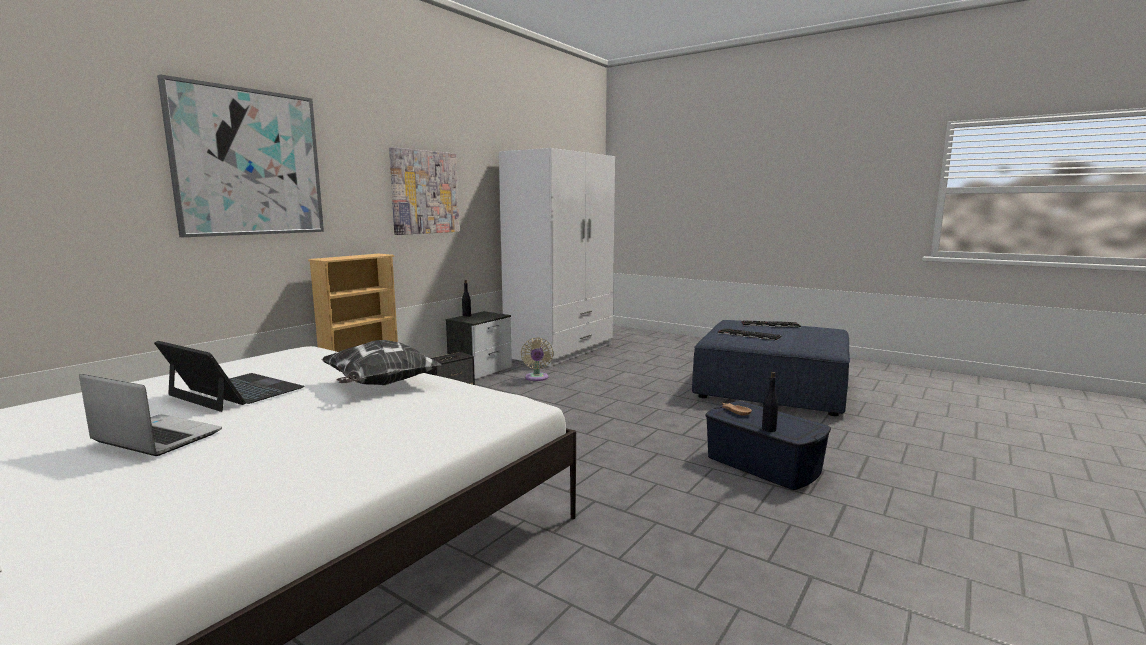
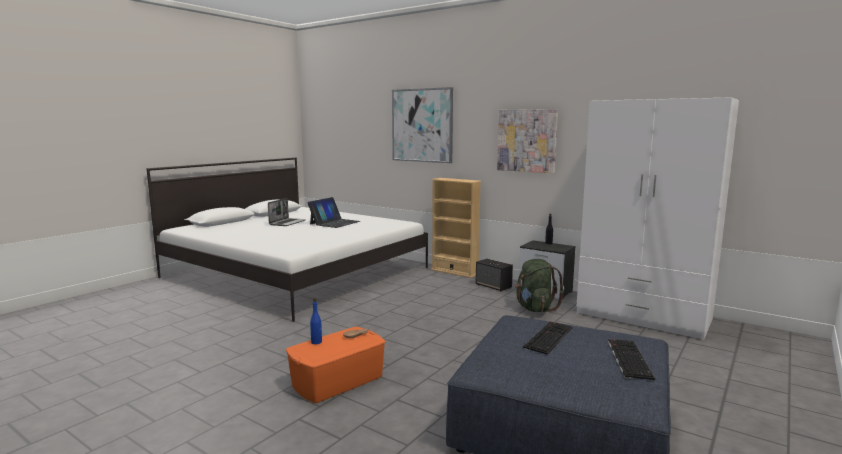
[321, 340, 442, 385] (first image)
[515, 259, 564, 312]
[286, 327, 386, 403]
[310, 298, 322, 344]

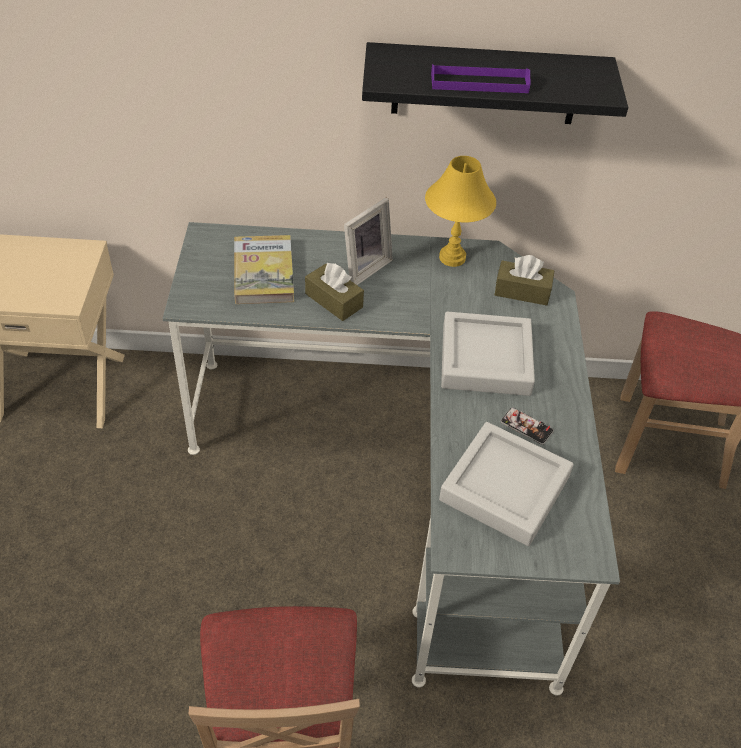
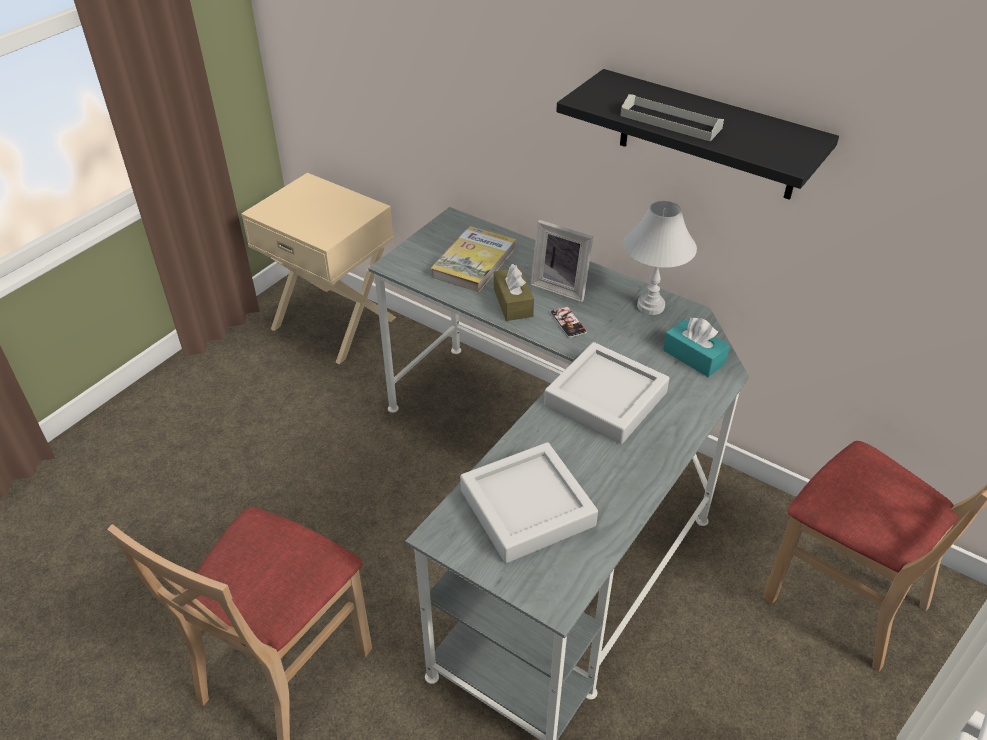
[550, 306, 587, 338]
[623, 201, 697, 315]
[621, 94, 724, 141]
[663, 318, 730, 377]
[531, 220, 593, 302]

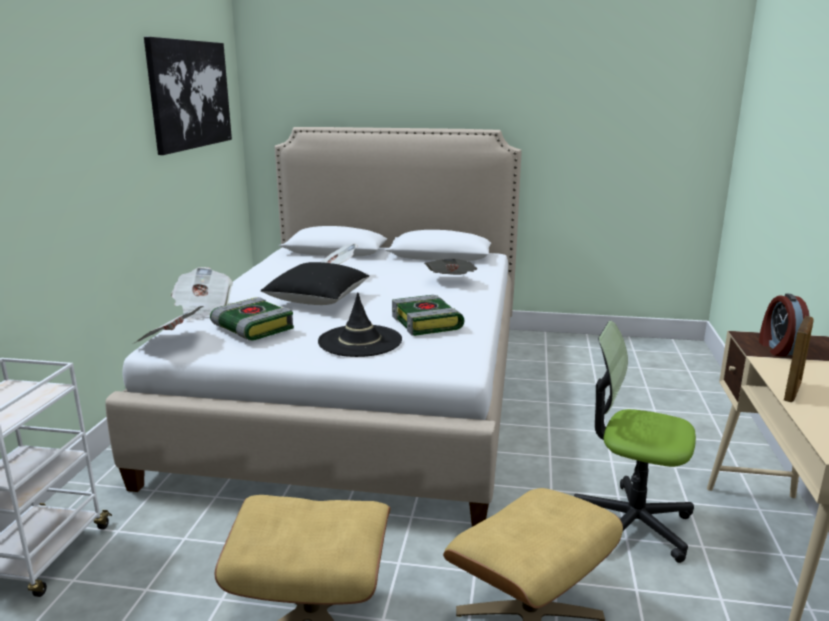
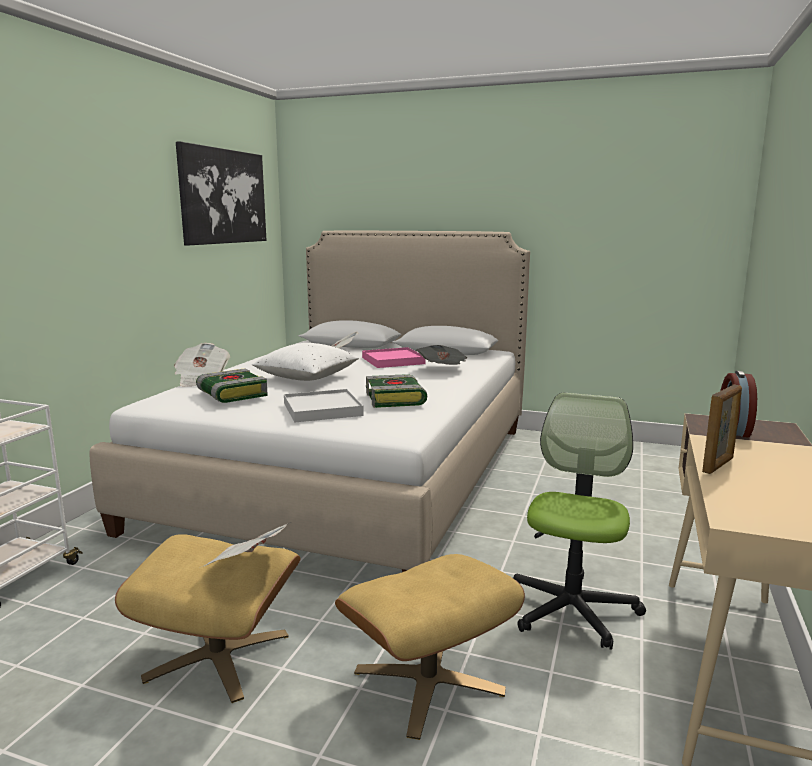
[362, 347, 426, 368]
[199, 522, 291, 568]
[284, 389, 364, 422]
[252, 343, 359, 381]
[513, 393, 646, 650]

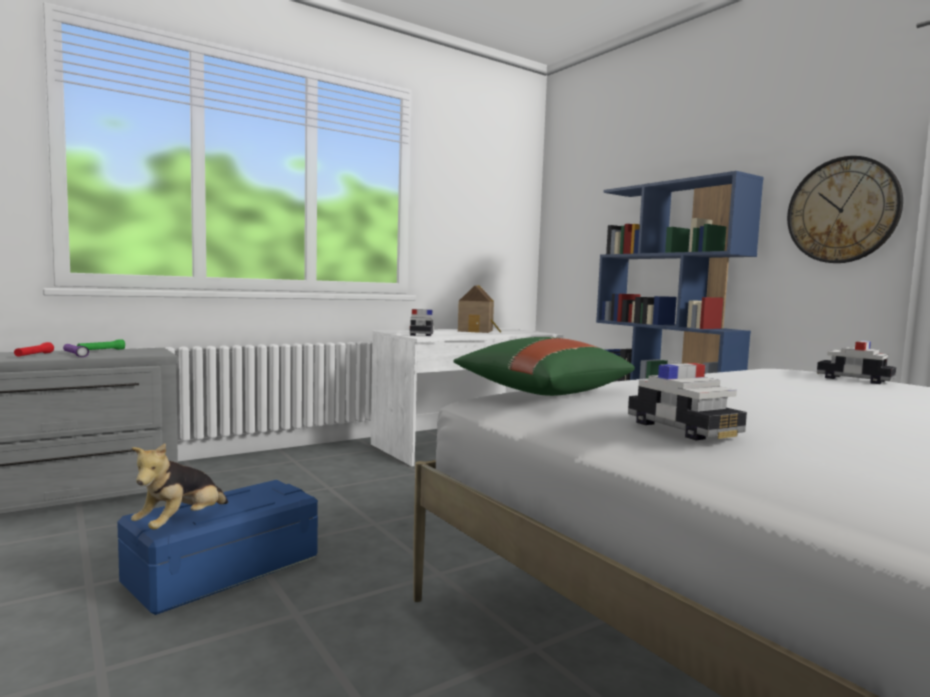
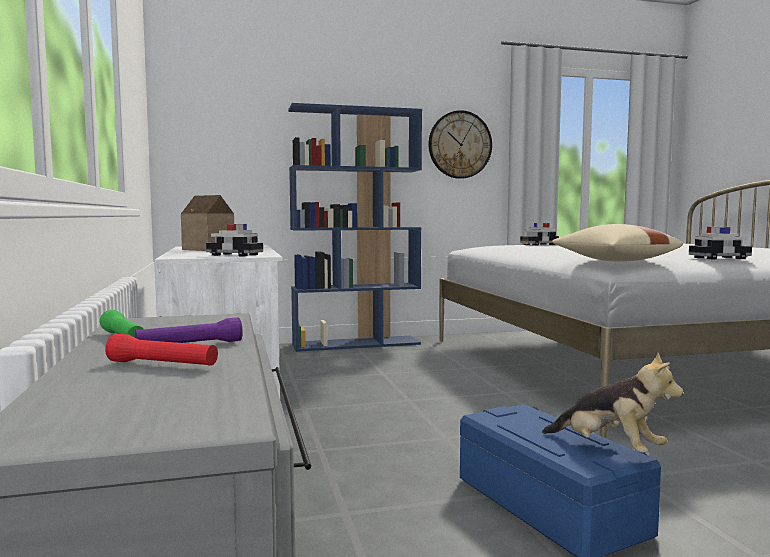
[552, 224, 683, 262]

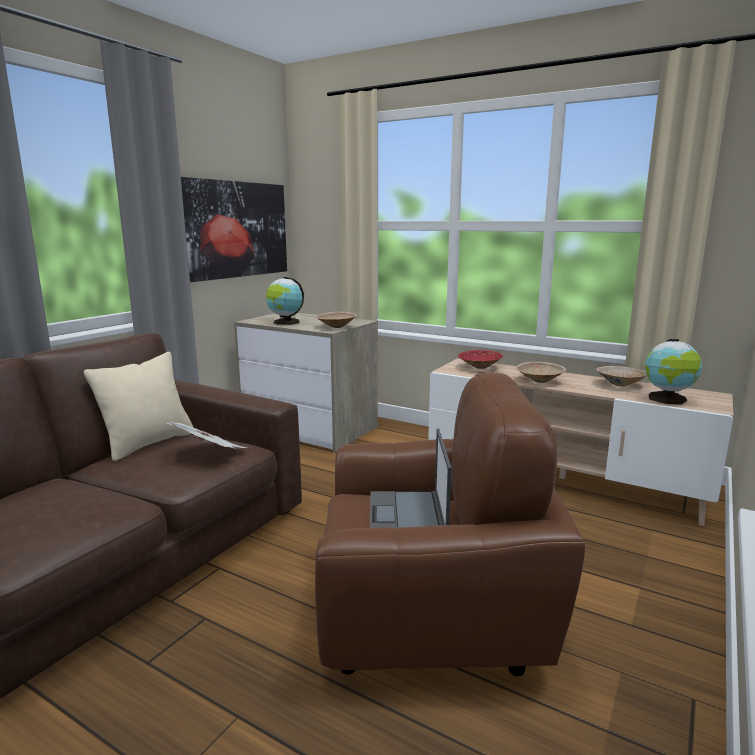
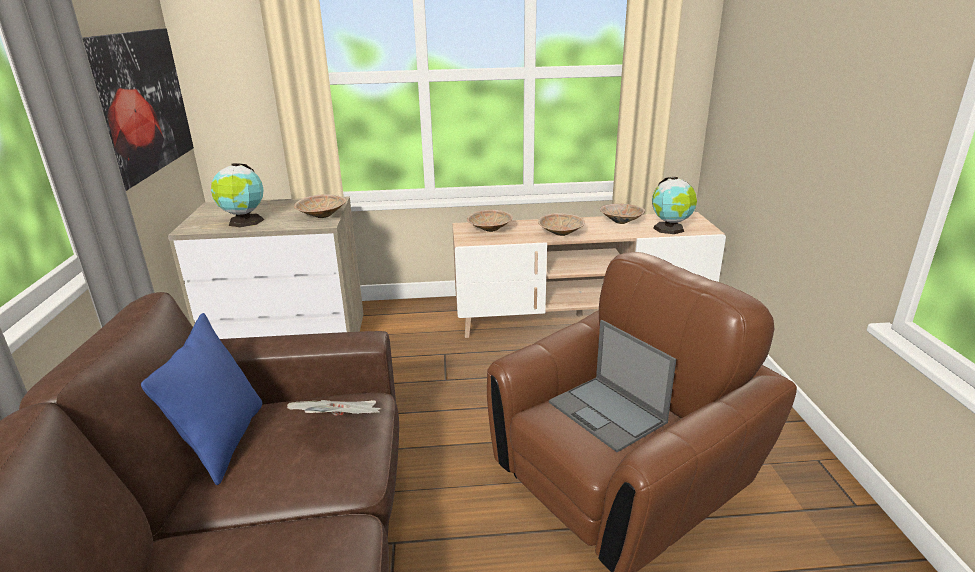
[141, 313, 262, 485]
[467, 210, 513, 232]

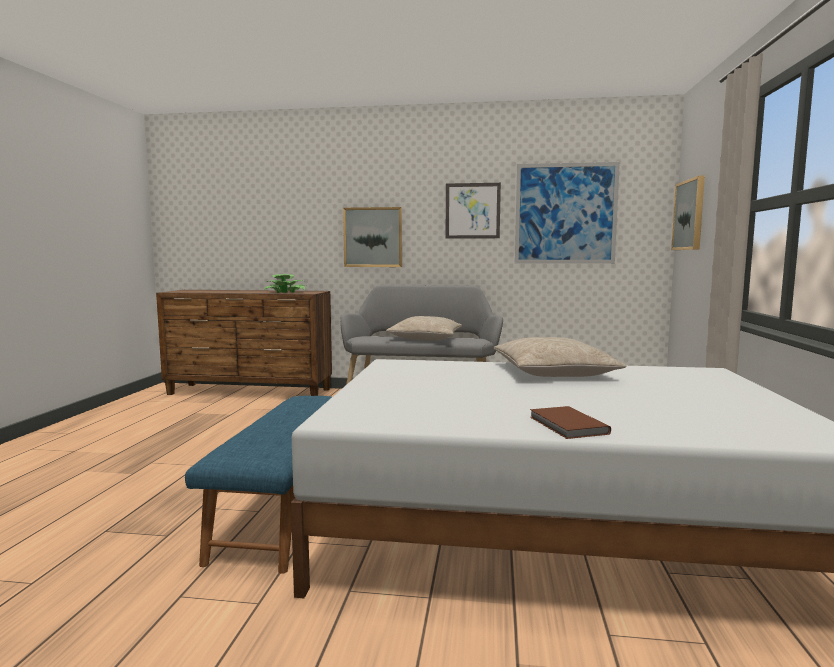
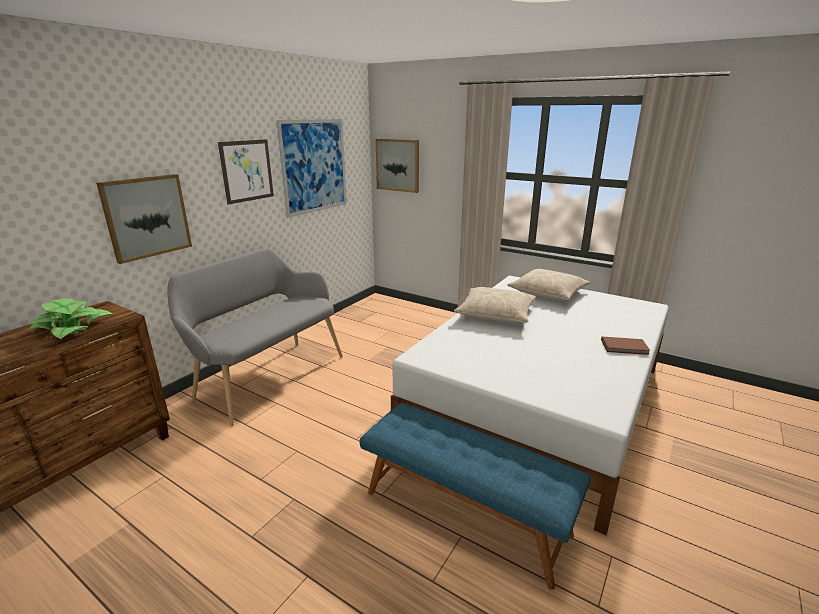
[507, 269, 591, 301]

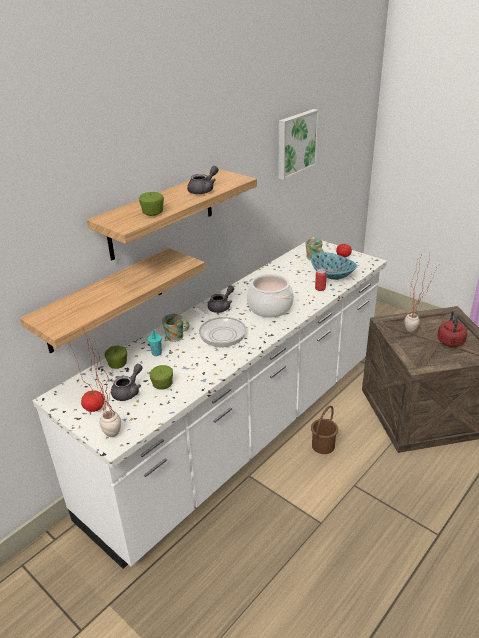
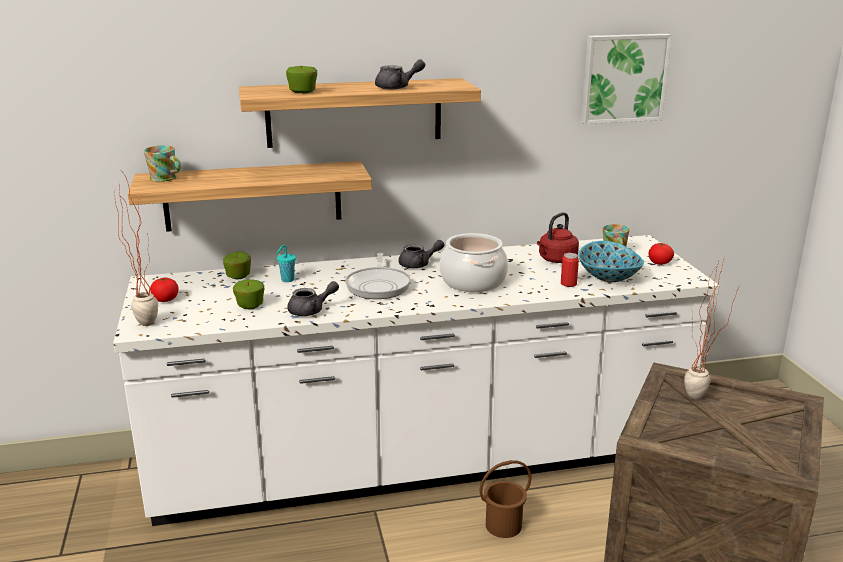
[287, 281, 339, 316]
[144, 145, 181, 182]
[537, 212, 579, 263]

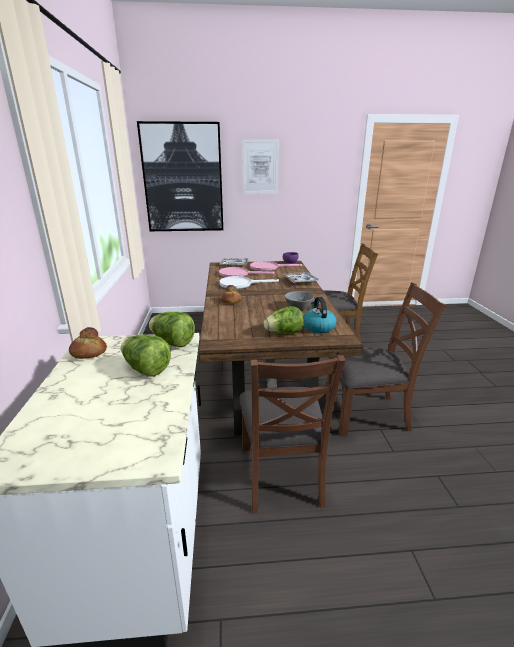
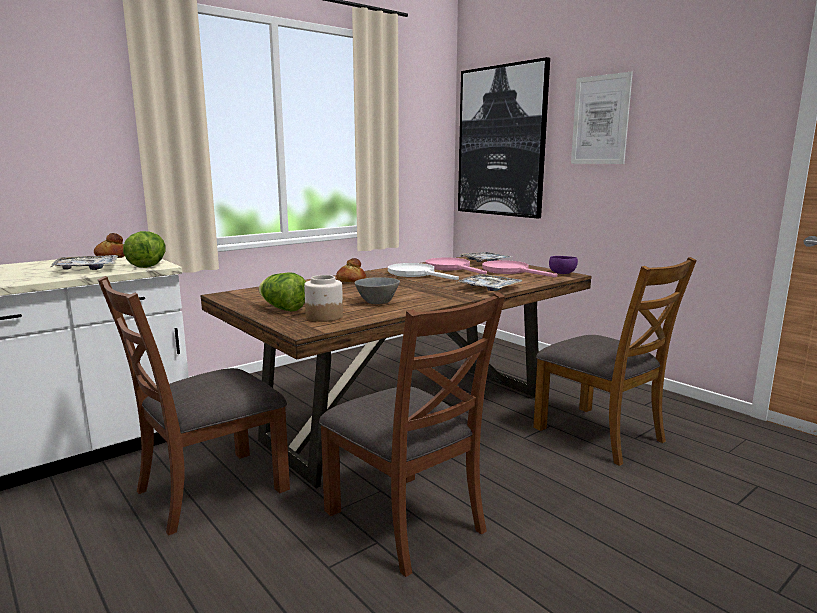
[51, 255, 118, 270]
[304, 275, 343, 322]

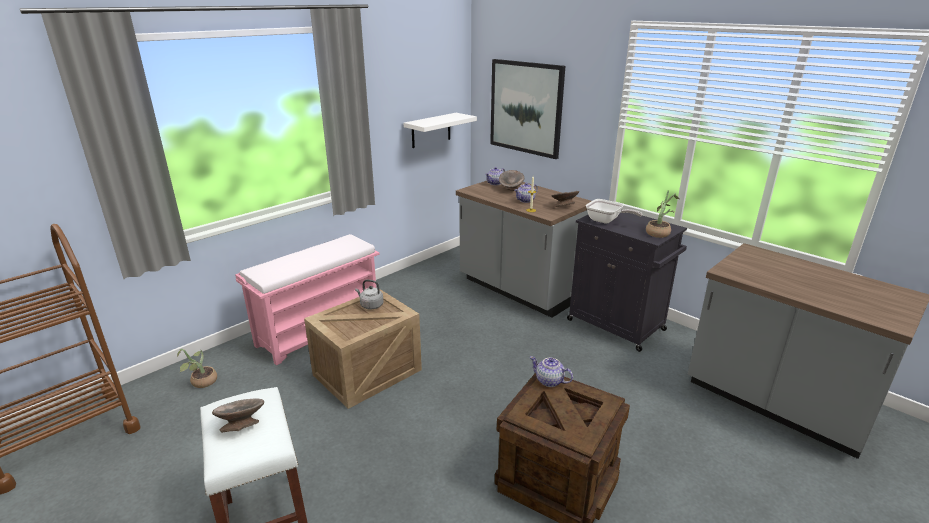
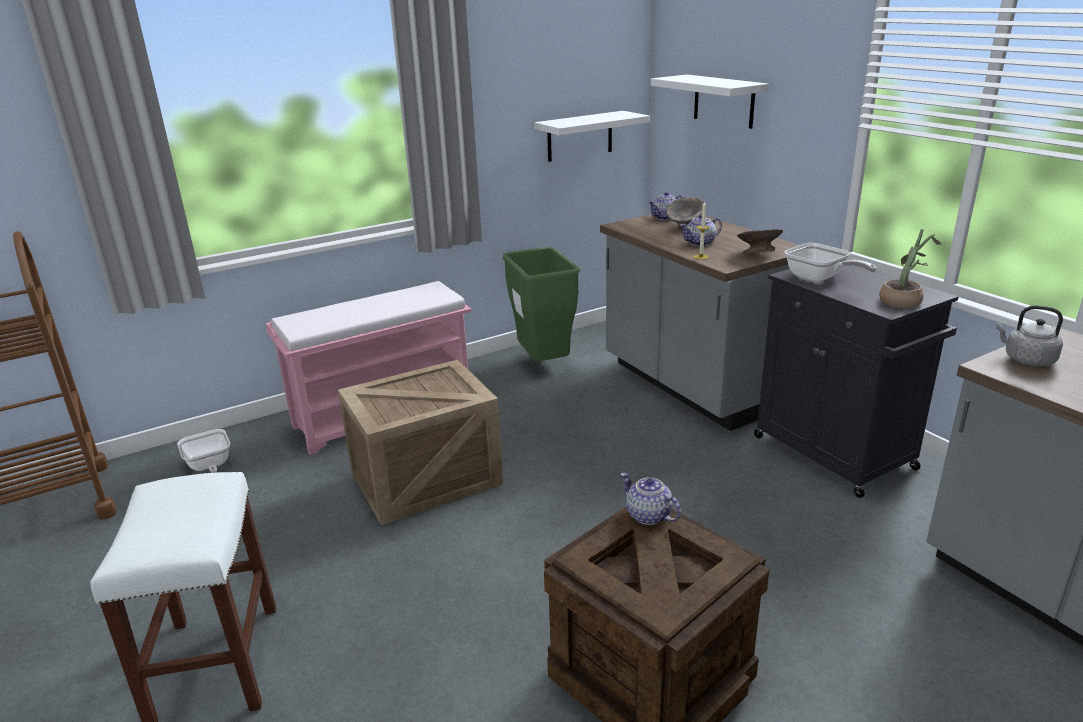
[212, 398, 264, 433] (first image)
[503, 247, 580, 361]
[996, 305, 1063, 366]
[177, 429, 230, 473]
[650, 74, 769, 129]

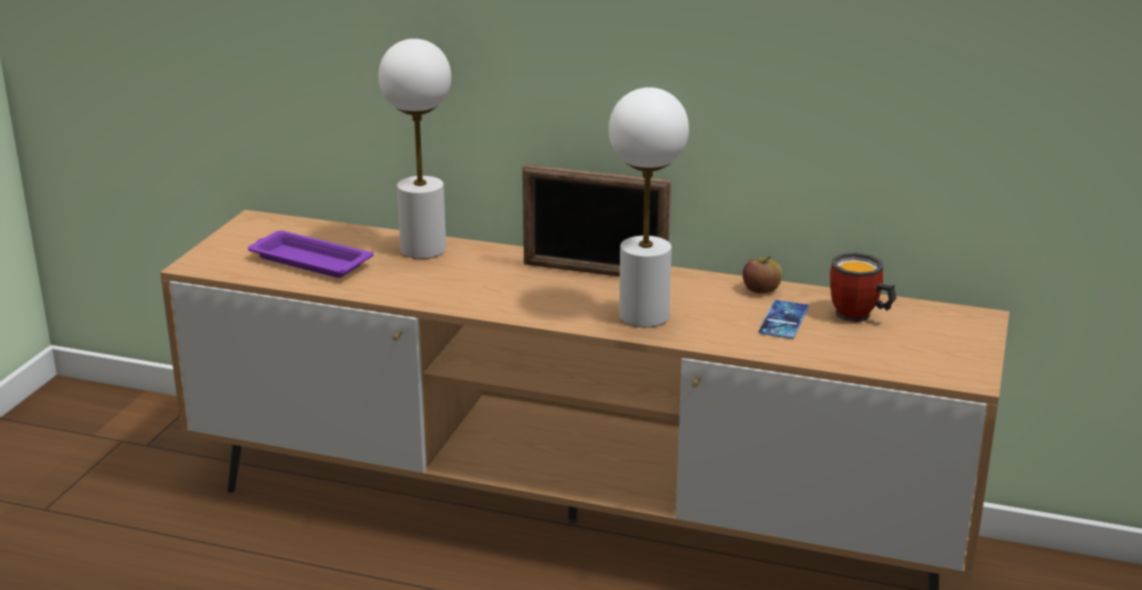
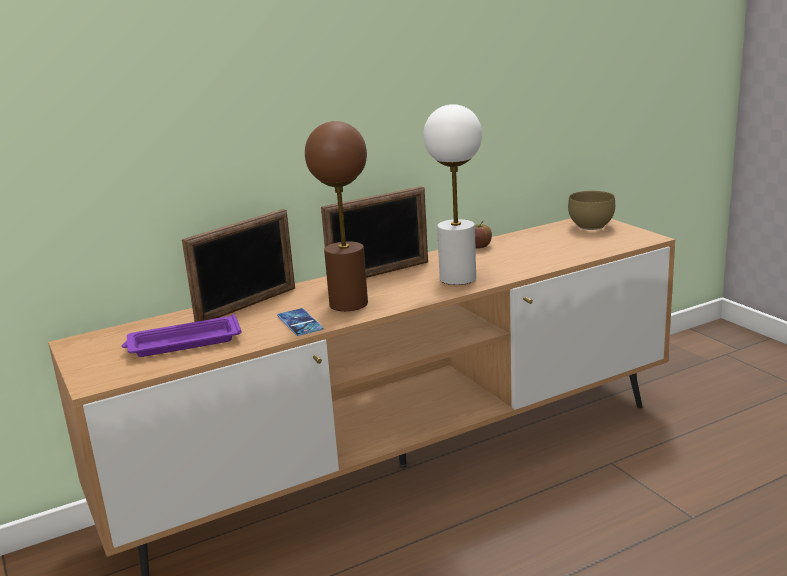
[830, 252, 897, 322] (first image)
[305, 121, 368, 311]
[568, 191, 615, 230]
[277, 308, 323, 336]
[182, 209, 295, 322]

